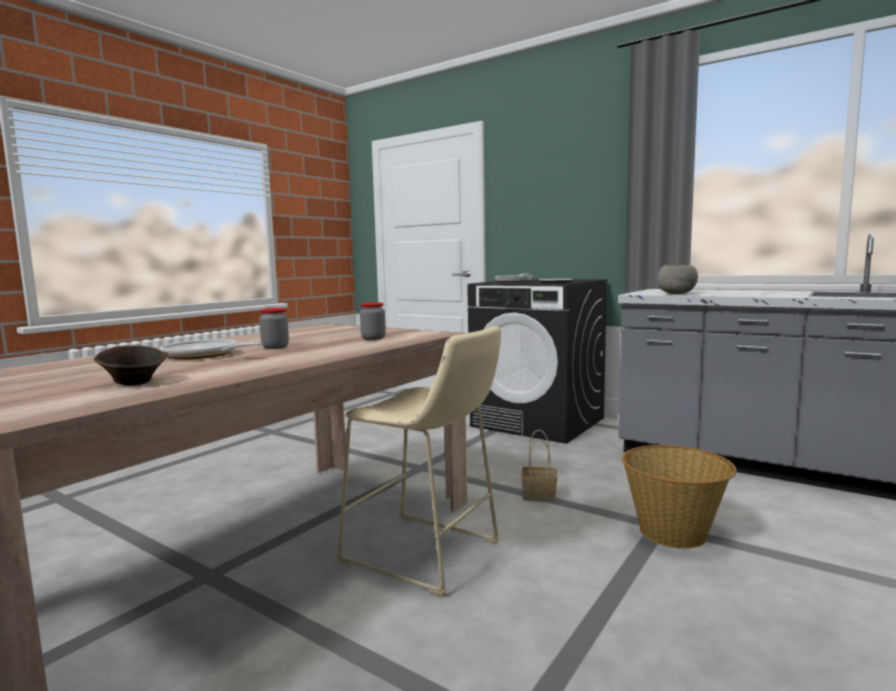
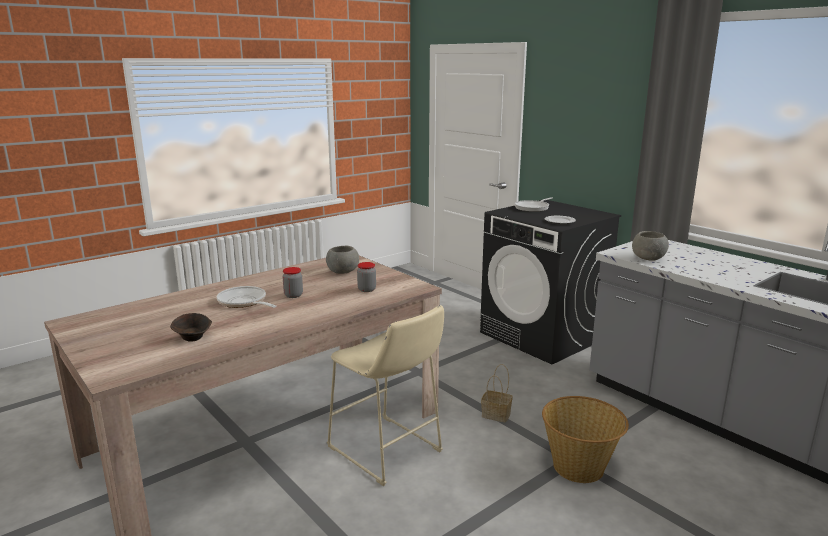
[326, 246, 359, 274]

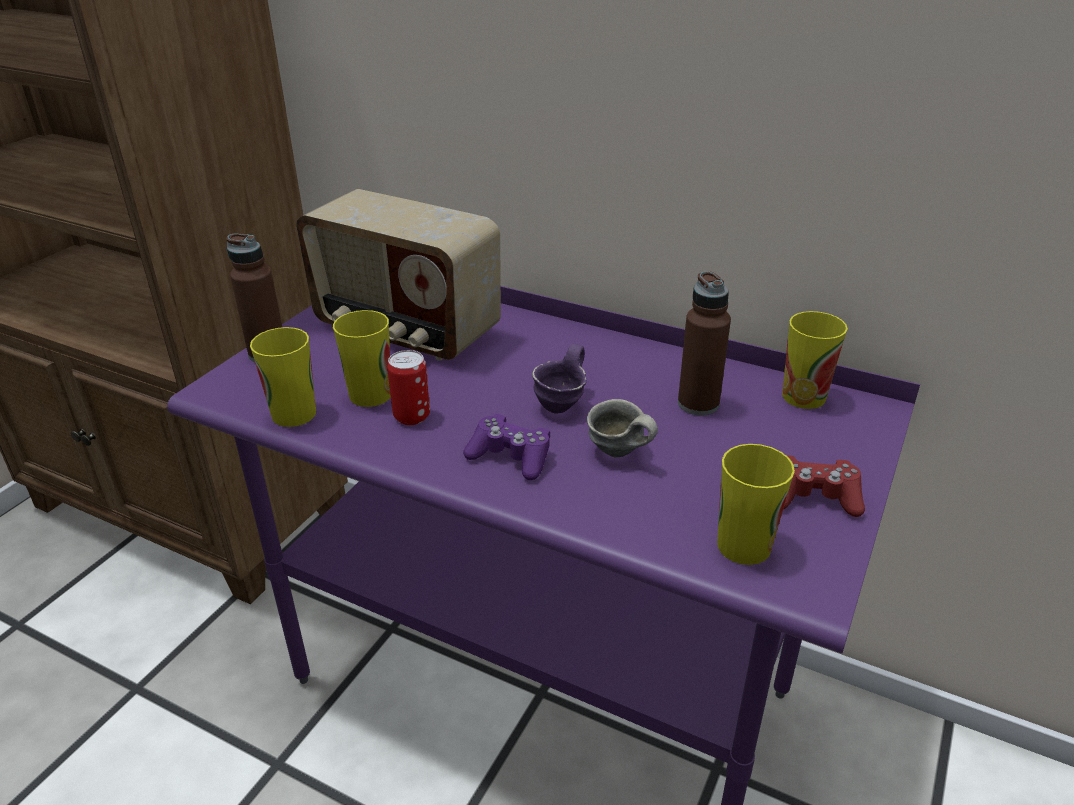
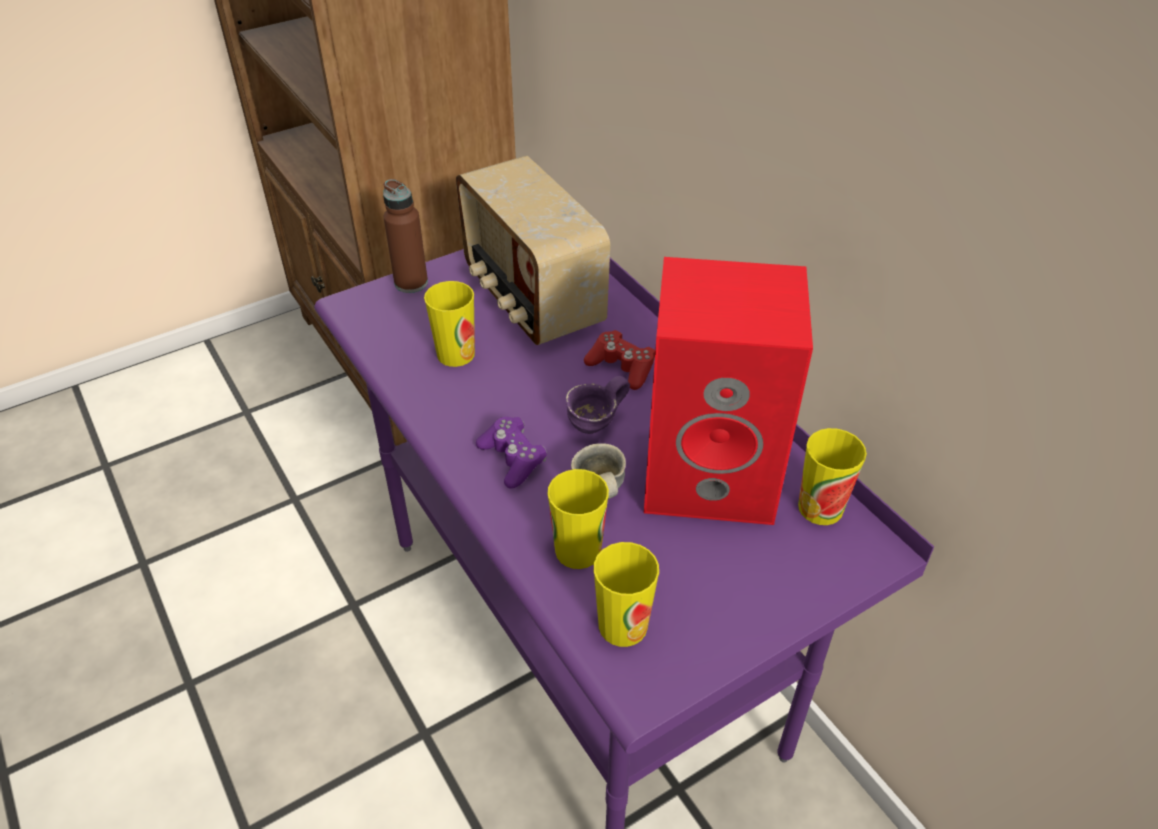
[387, 350, 430, 425] (first image)
[547, 469, 609, 569]
[584, 330, 655, 390]
[644, 257, 813, 525]

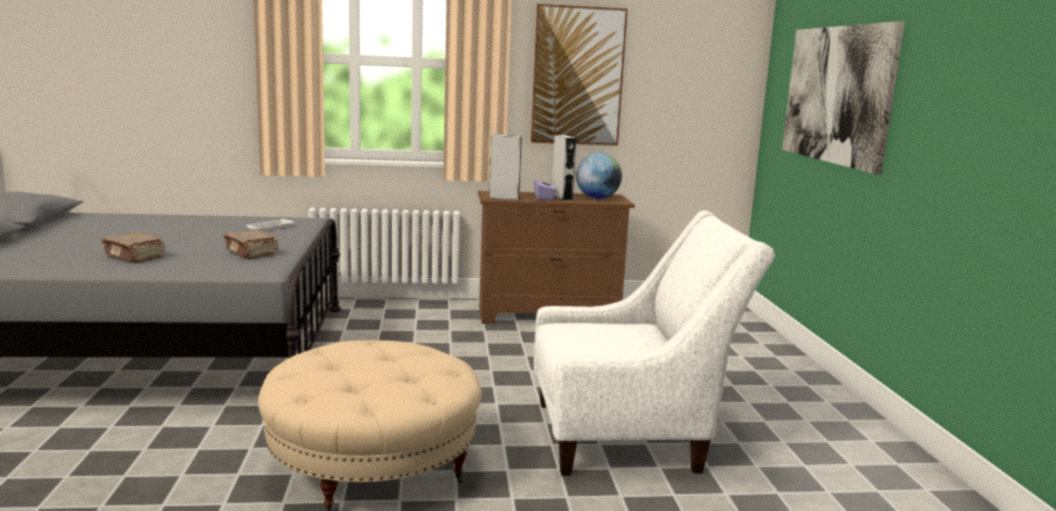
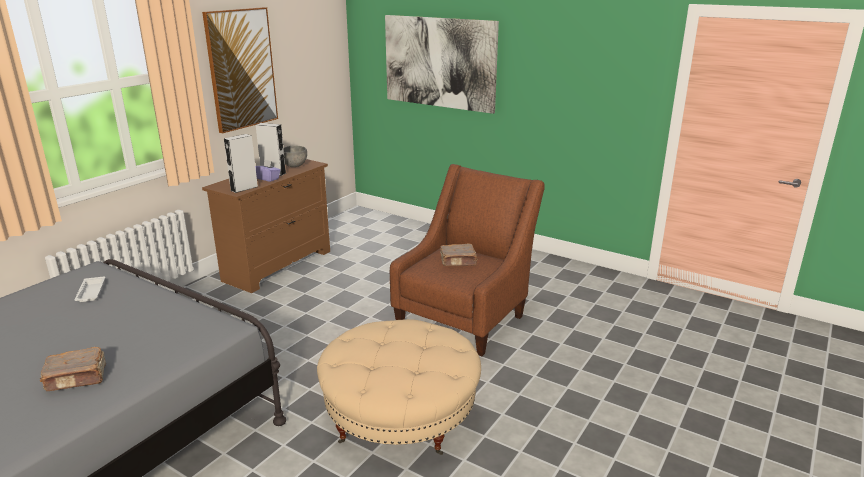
[440, 243, 477, 266]
[284, 145, 307, 167]
[390, 164, 545, 356]

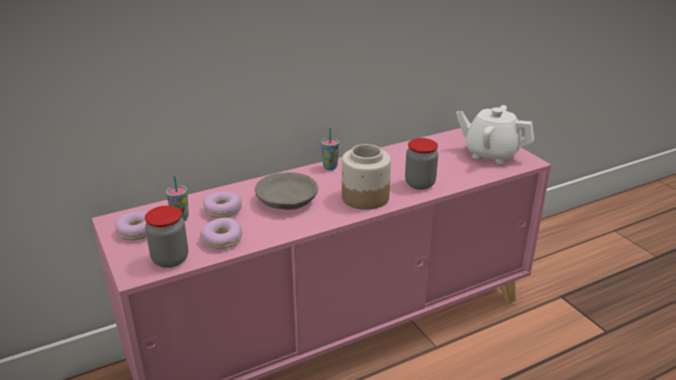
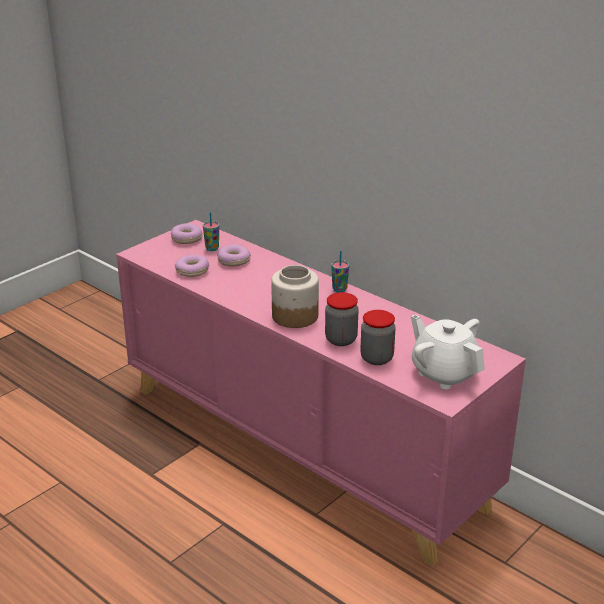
[255, 172, 318, 210] (first image)
[360, 310, 396, 365]
[411, 315, 485, 389]

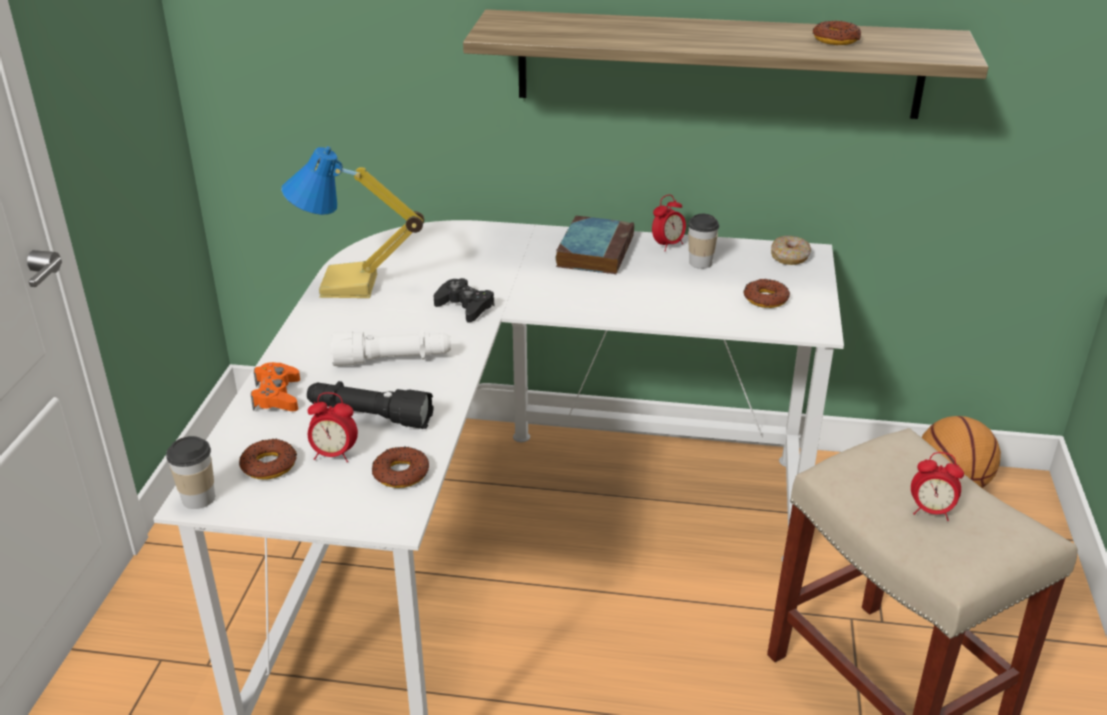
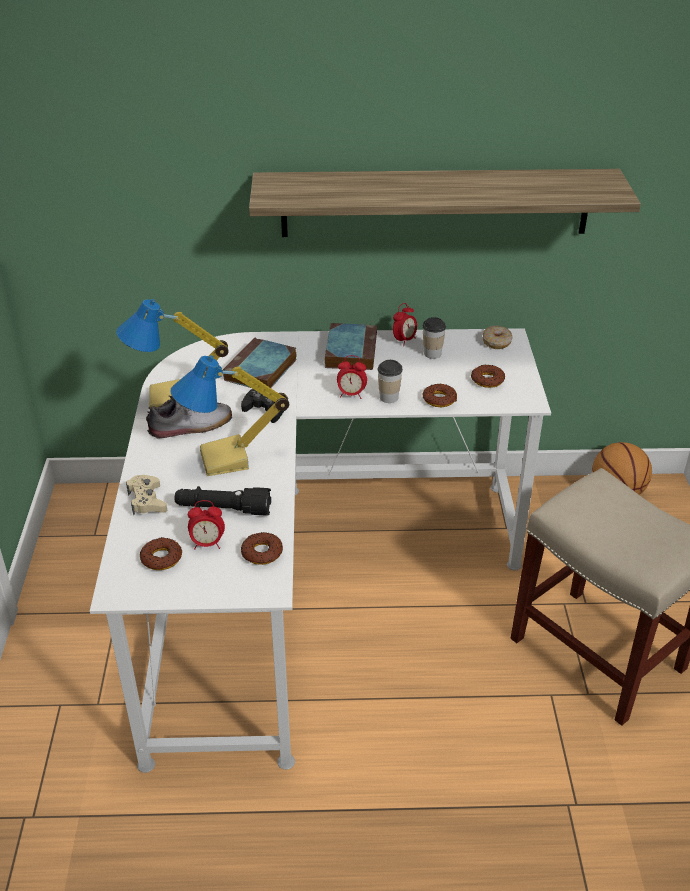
[146, 395, 232, 439]
[223, 338, 297, 388]
[378, 360, 403, 403]
[422, 383, 457, 407]
[337, 355, 367, 399]
[171, 355, 289, 476]
[126, 475, 167, 516]

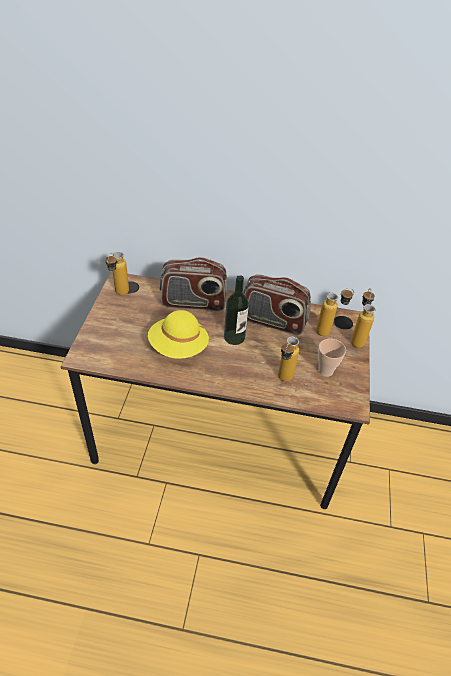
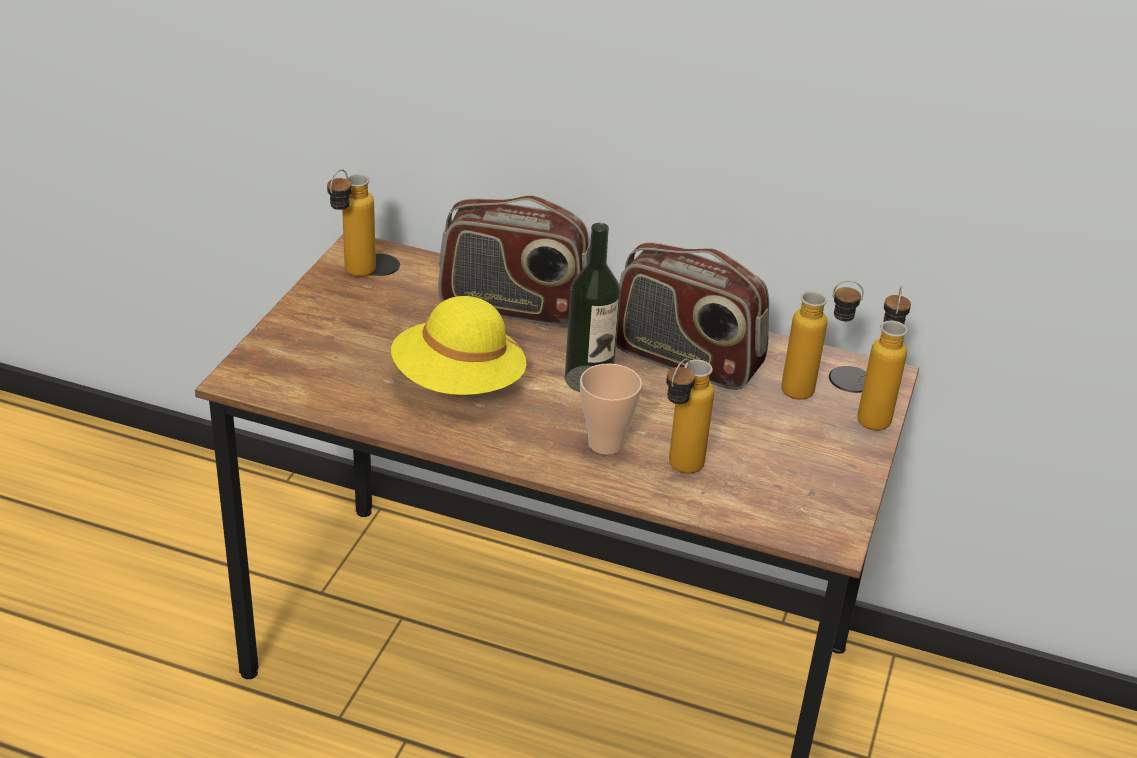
[580, 364, 642, 454]

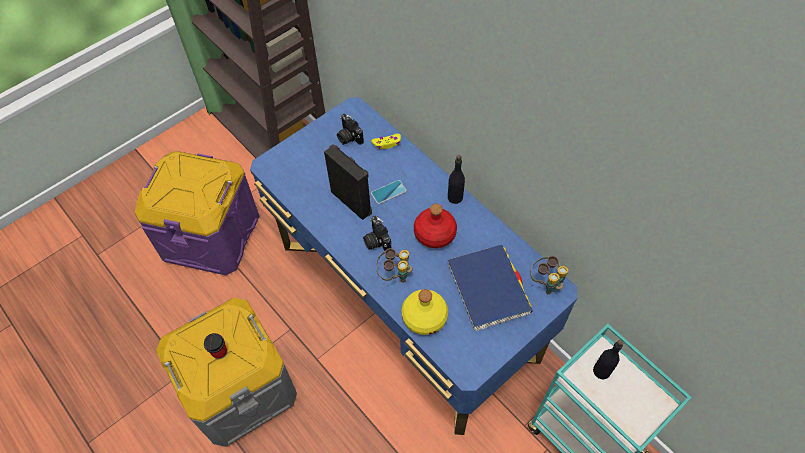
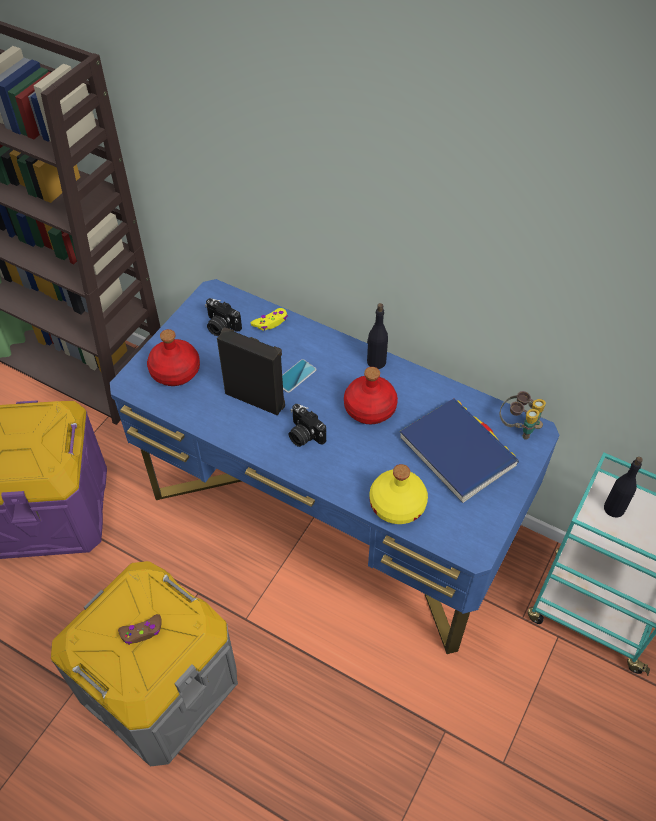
[376, 248, 413, 283] (first image)
[147, 329, 200, 386]
[118, 614, 162, 645]

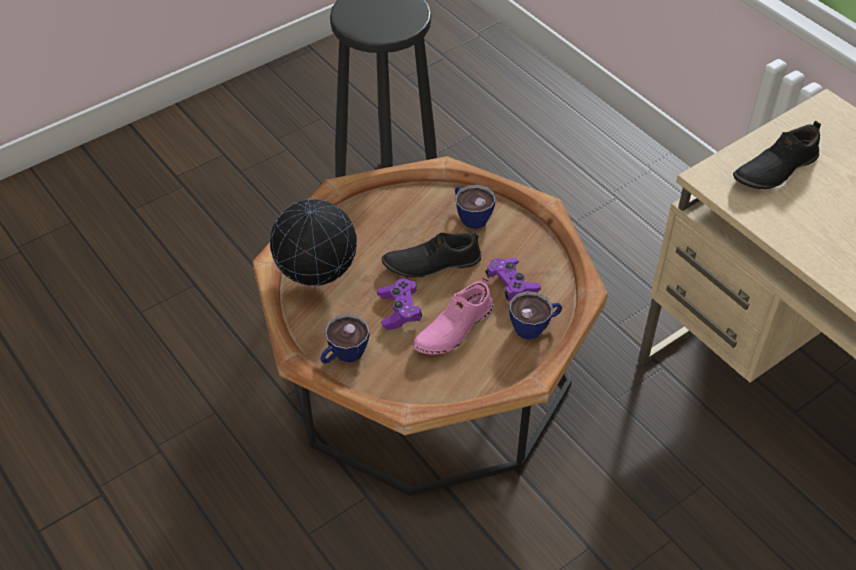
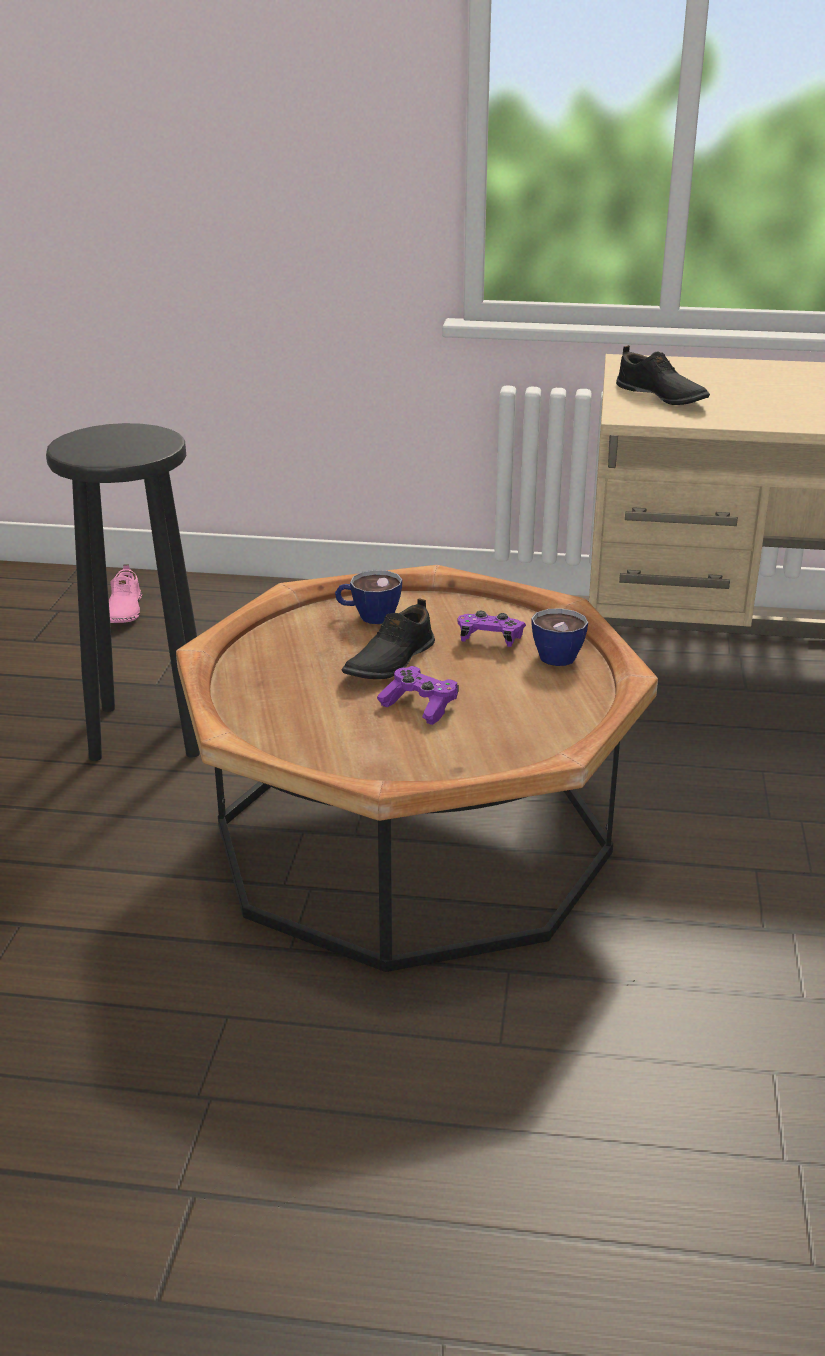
[270, 199, 357, 286] (first image)
[320, 314, 370, 364] (first image)
[109, 564, 142, 623]
[616, 345, 710, 405]

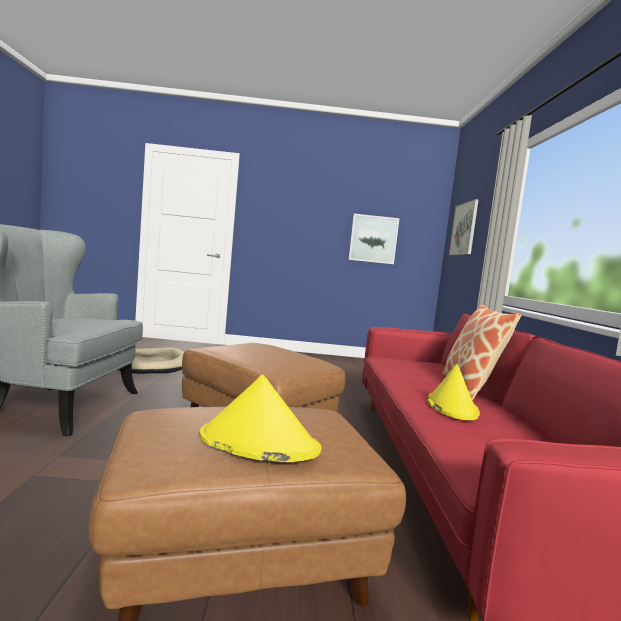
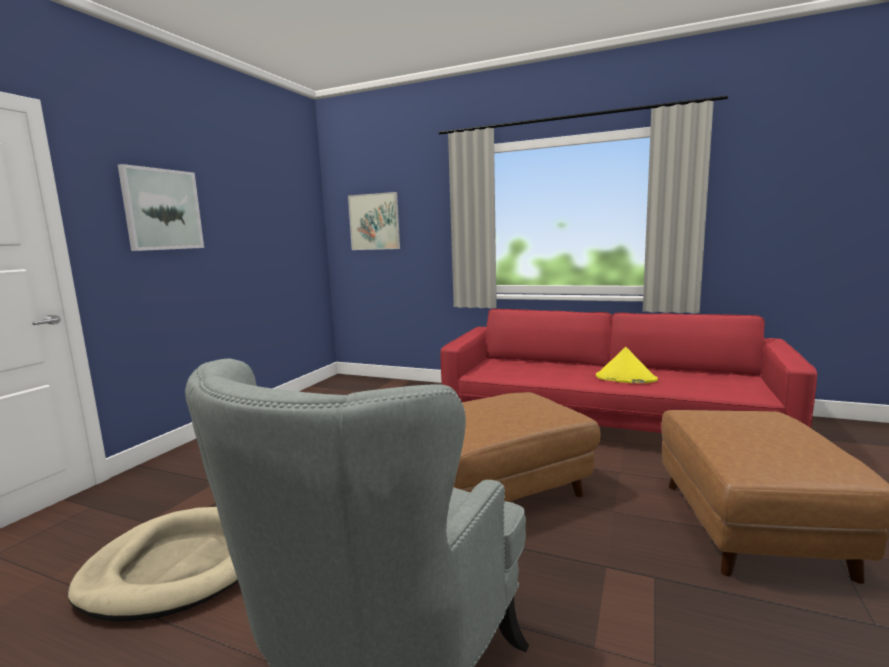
[200, 375, 322, 462] (first image)
[442, 304, 521, 400] (first image)
[118, 164, 204, 251]

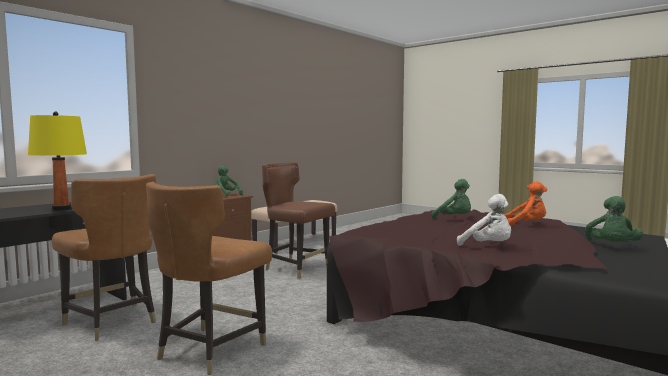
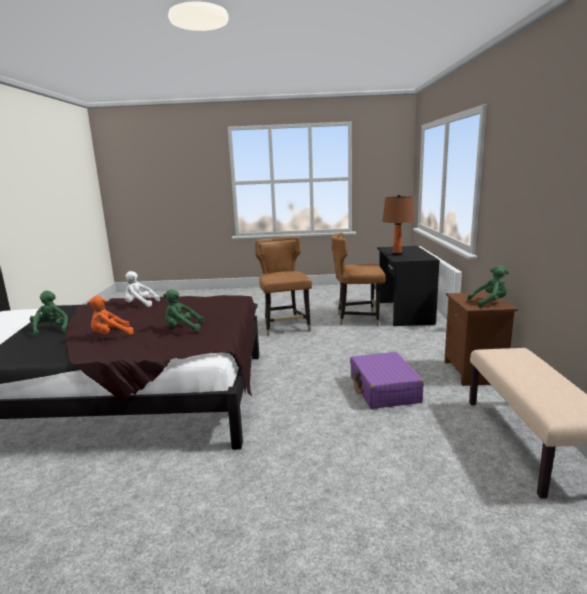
[350, 352, 424, 409]
[382, 194, 414, 255]

